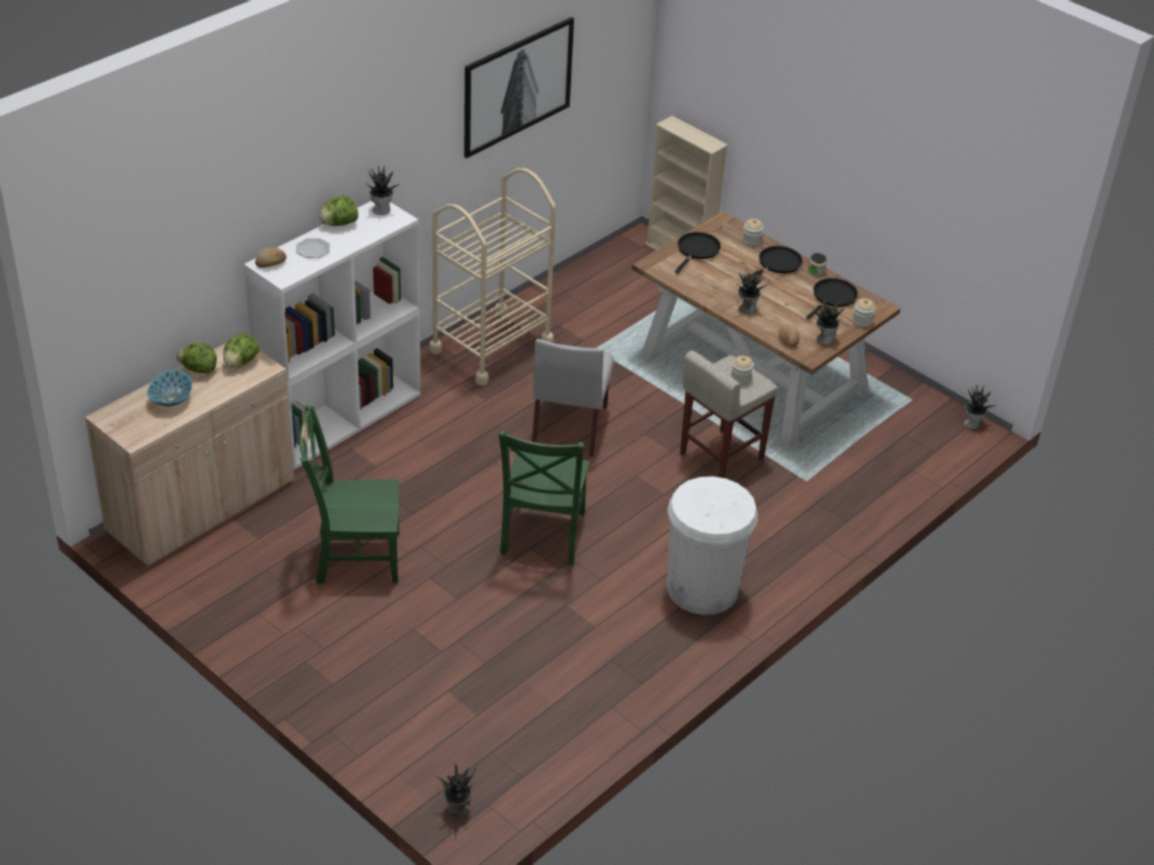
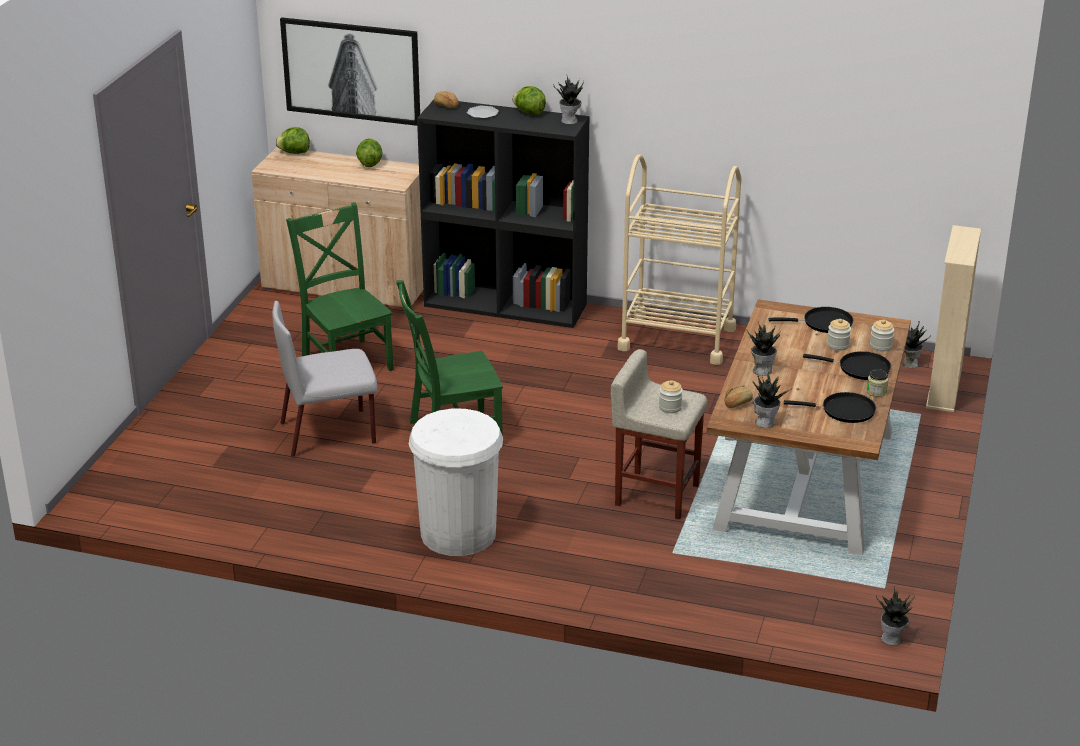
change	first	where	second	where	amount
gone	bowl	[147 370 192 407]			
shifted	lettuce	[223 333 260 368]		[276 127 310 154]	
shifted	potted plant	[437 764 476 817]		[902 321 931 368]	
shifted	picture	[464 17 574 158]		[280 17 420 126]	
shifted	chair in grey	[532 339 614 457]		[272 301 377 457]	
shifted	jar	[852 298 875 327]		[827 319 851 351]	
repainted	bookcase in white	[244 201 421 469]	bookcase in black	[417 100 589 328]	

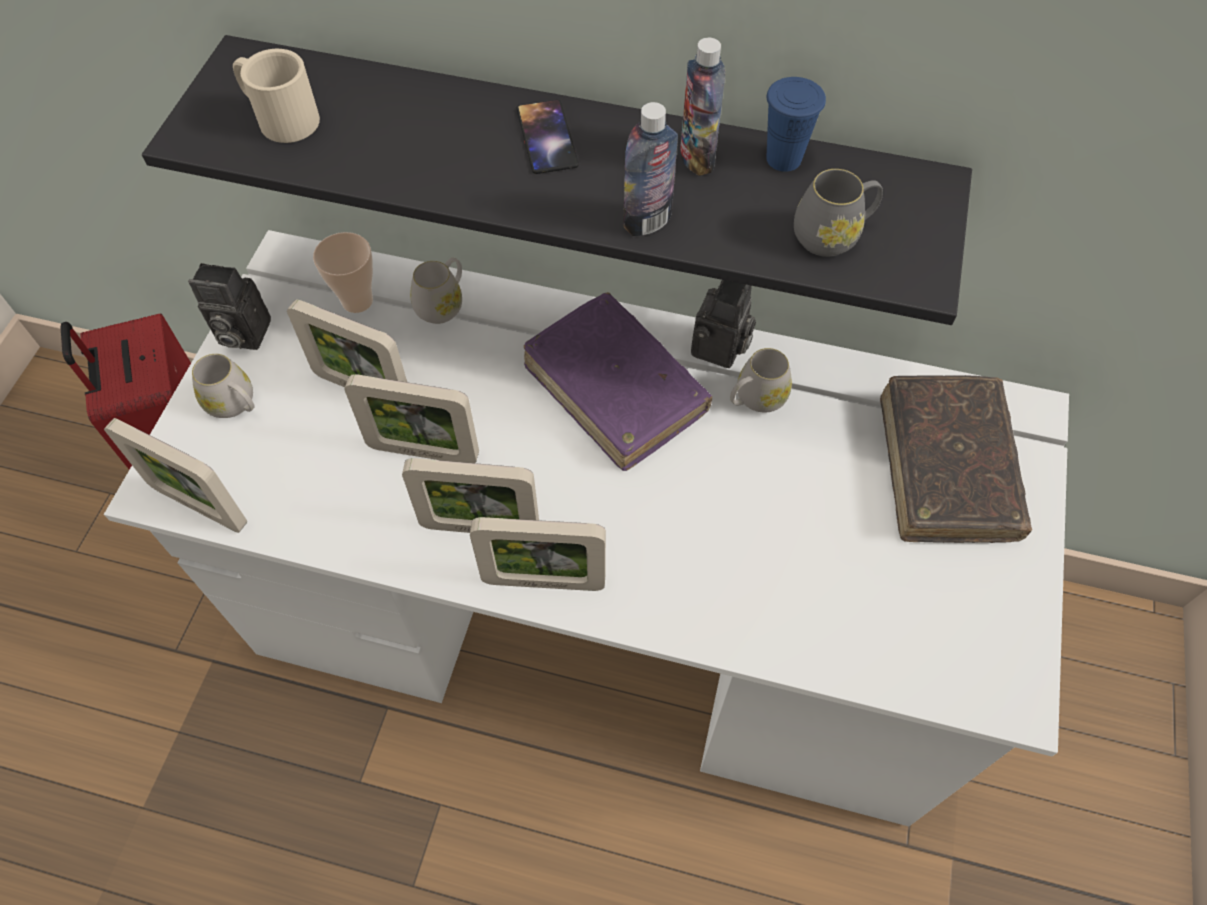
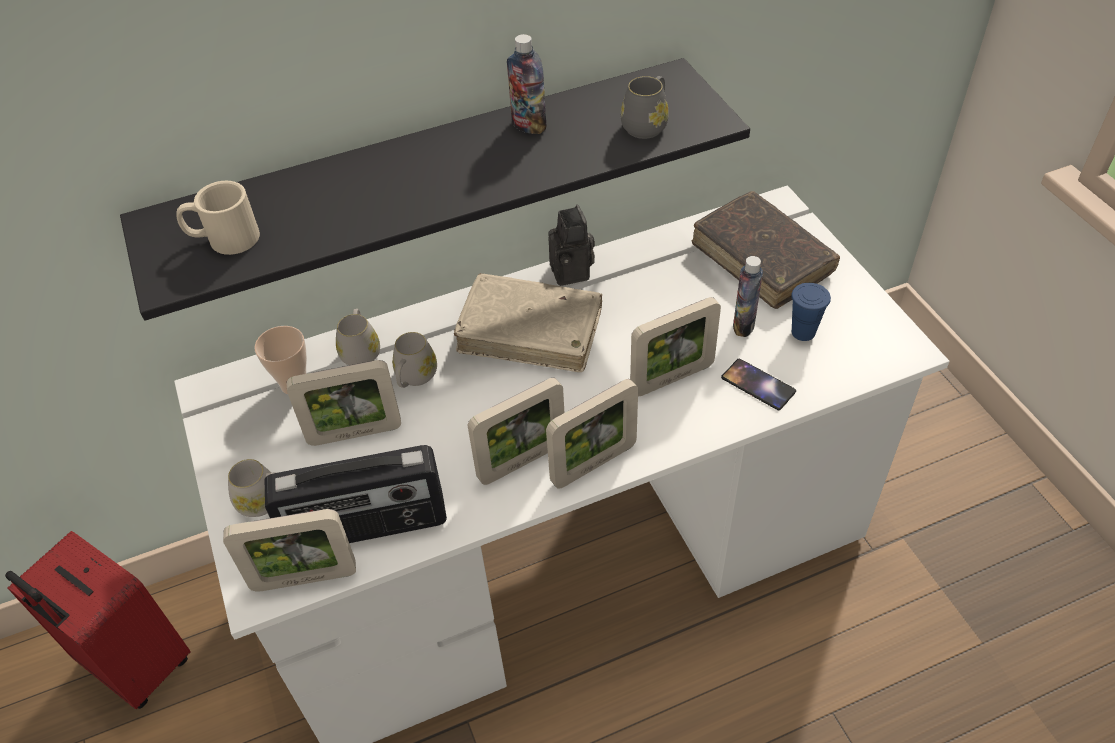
change	first	where	second	where	amount
gone	photo camera	[188 263 271 350]			
new			radio	[265 445 447 543]	
shifted	picture frame	[344 374 479 463]		[630 297 721 396]	
shifted	phone	[516 99 579 174]		[721 359 796 410]	
shifted	bottle	[623 102 678 236]		[733 256 763 337]	
shifted	mug in white	[730 348 792 413]		[393 332 437 388]	
shifted	cup in blue	[766 77 826 172]		[791 283 831 341]	
repainted	book in purple	[524 292 712 471]	book in beige	[454 273 602 372]	

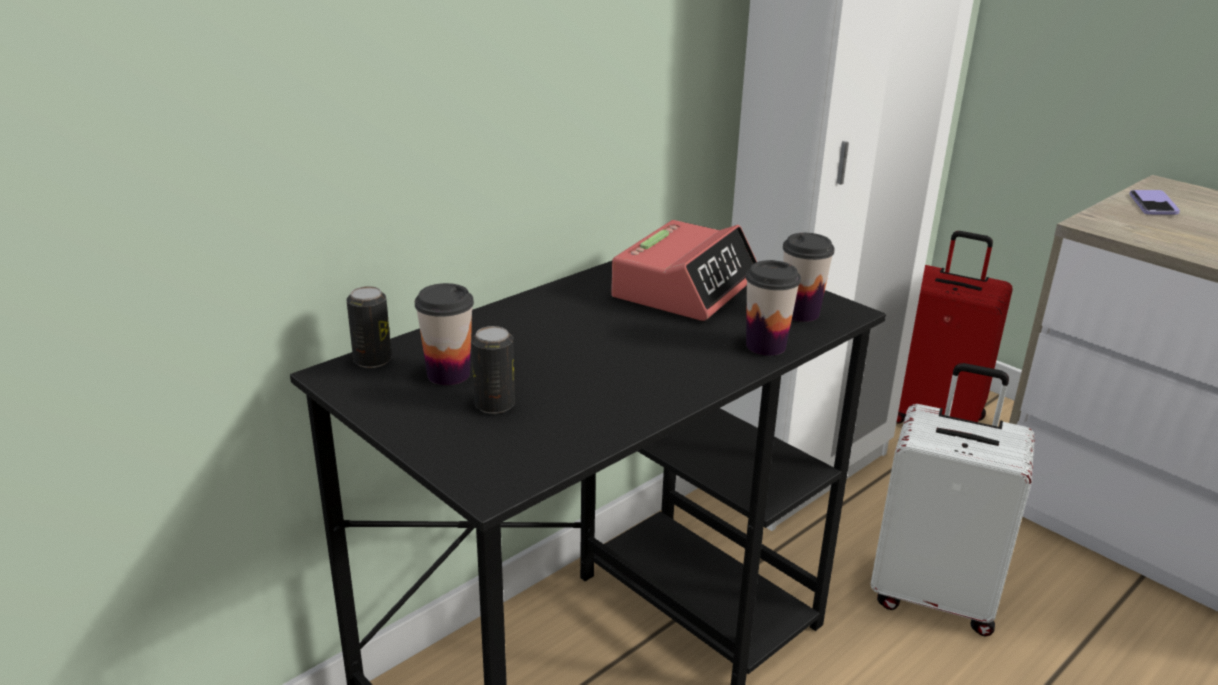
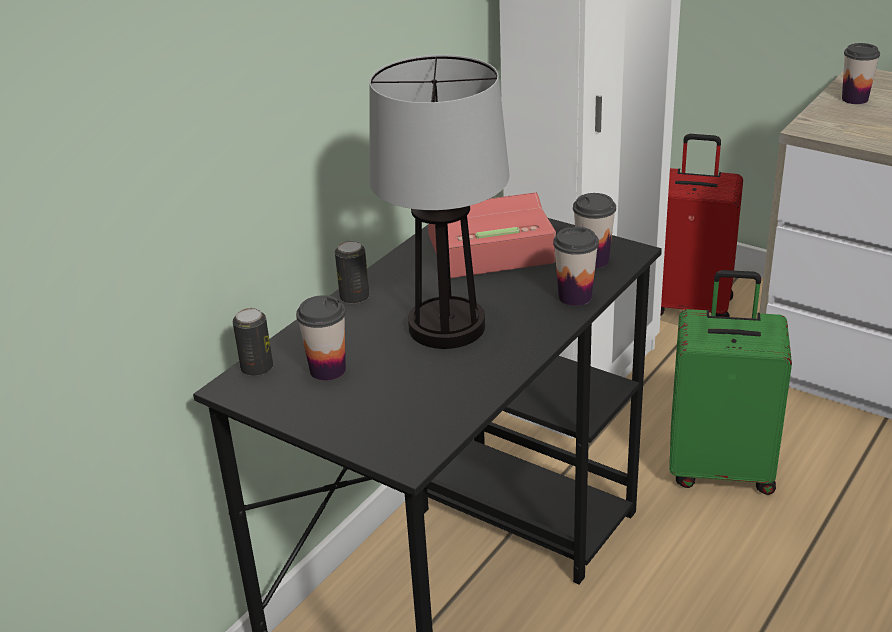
change	first	where	second	where	amount
new			table lamp	[369 55 510 349]	
shifted	can	[471 326 515 414]		[335 241 369 304]	
swapped	phone	[1129 190 1180 215]	cup	[842 43 880 104]	
repainted	suitcase in white	[871 363 1035 637]	suitcase in green	[669 270 792 495]	
rotated	alarm clock	[611 220 757 321]		[428 192 556 278]	120 degrees counterclockwise

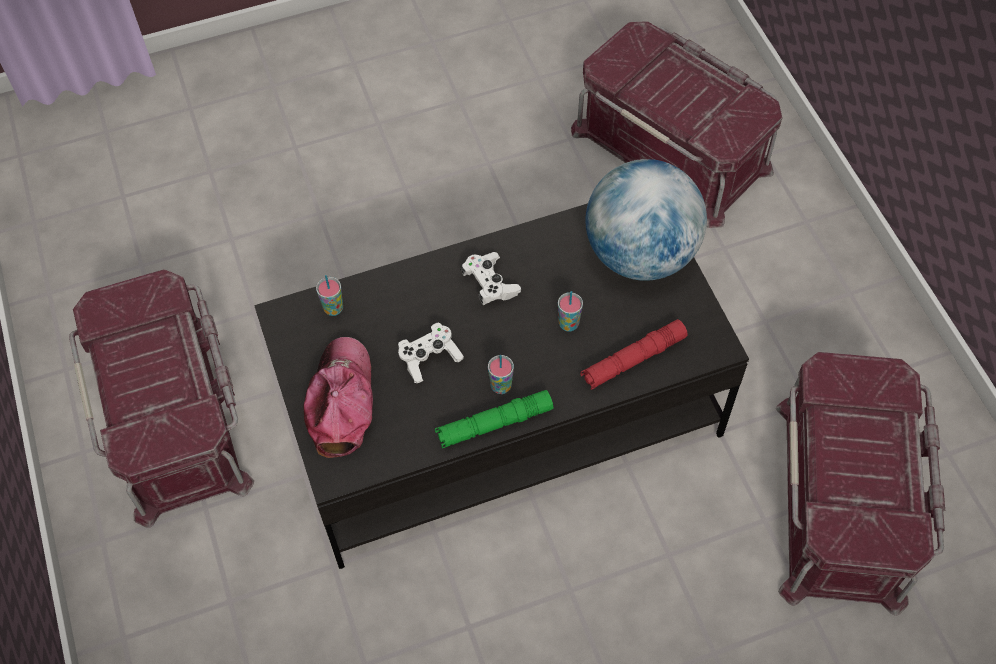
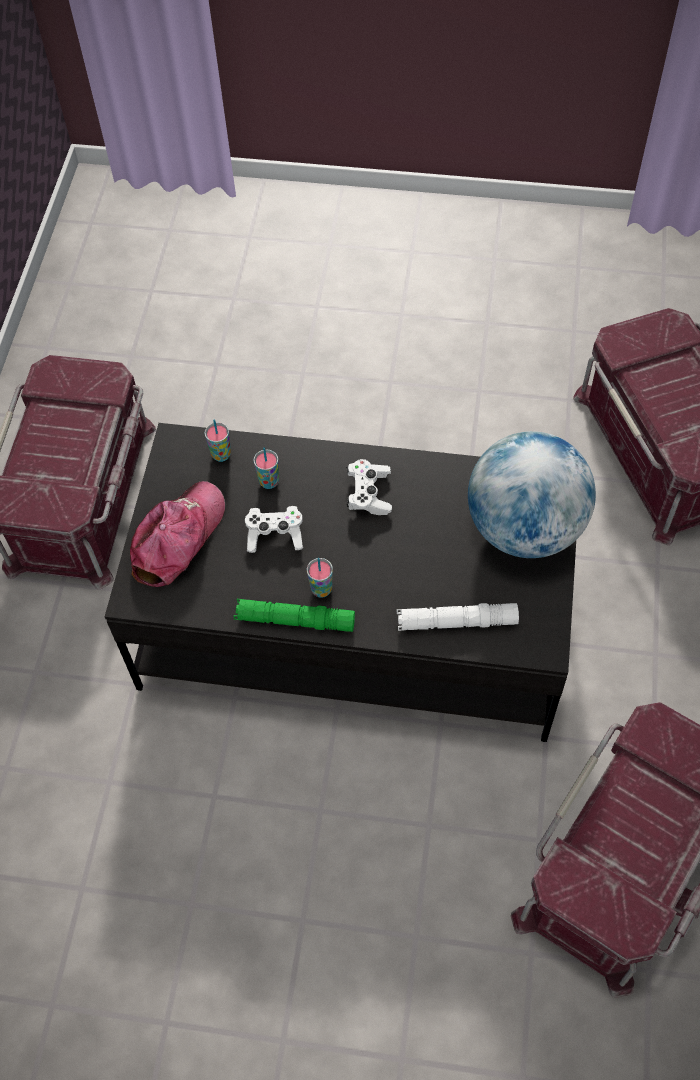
change	first	where	second	where	amount
shifted	cup	[558 291 583 332]		[253 447 279 489]	
repainted	flashlight in red	[580 319 688 390]	flashlight in white	[397 603 519 631]	

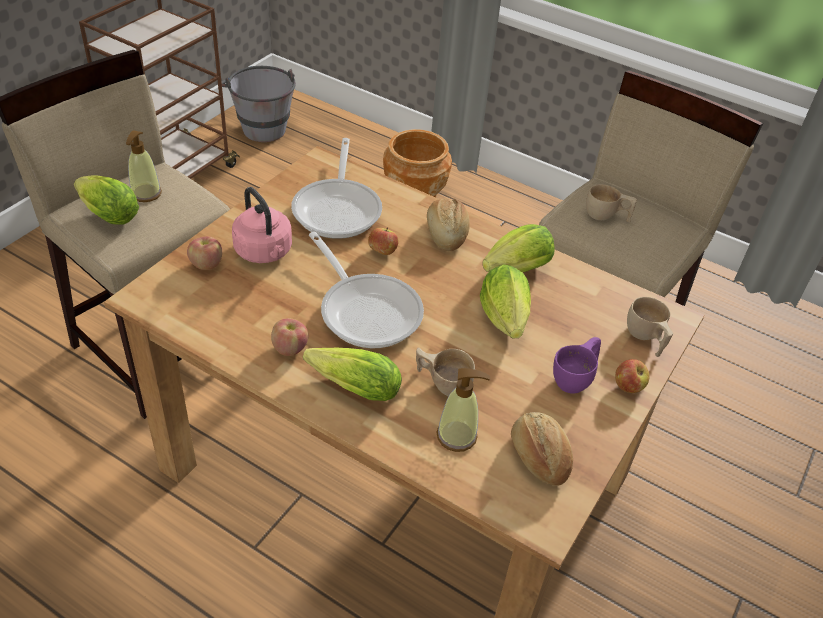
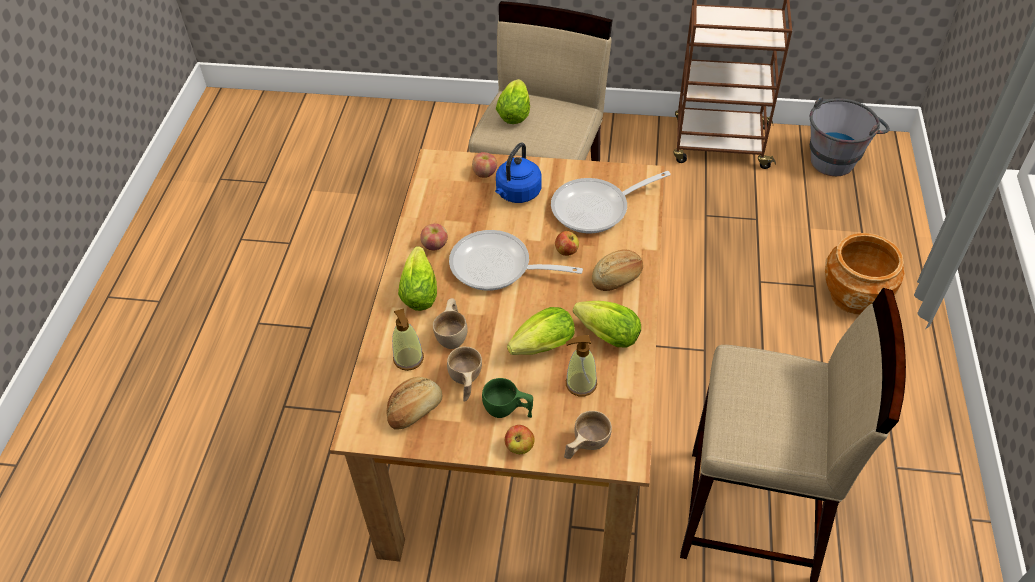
change	first	where	second	where	amount
shifted	soap dispenser	[126 130 162 202]		[566 335 597 396]	
shifted	cup in beige	[586 184 637 222]		[447 347 482 402]	
repainted	kettle in pink	[232 187 292 263]	kettle in blue	[495 143 542 203]	
repainted	cup in purple	[553 337 601 394]	cup in green	[482 378 533 418]	
rotated	frying pan	[309 232 424 348]		[449 230 583 291]	75 degrees clockwise

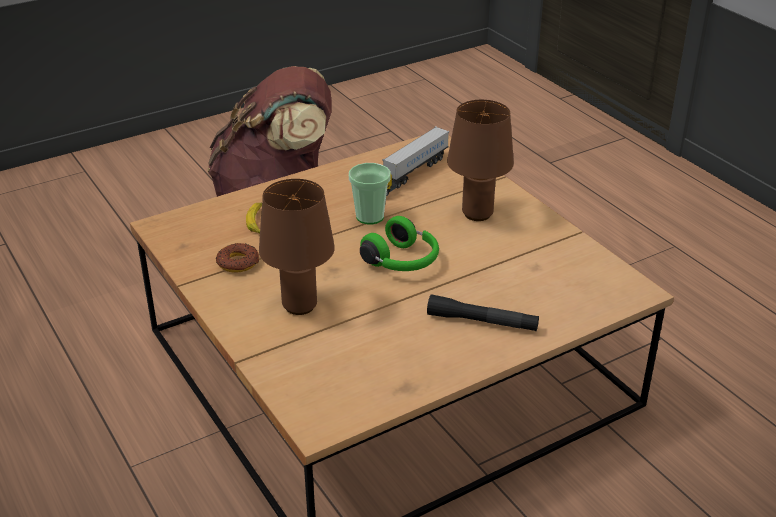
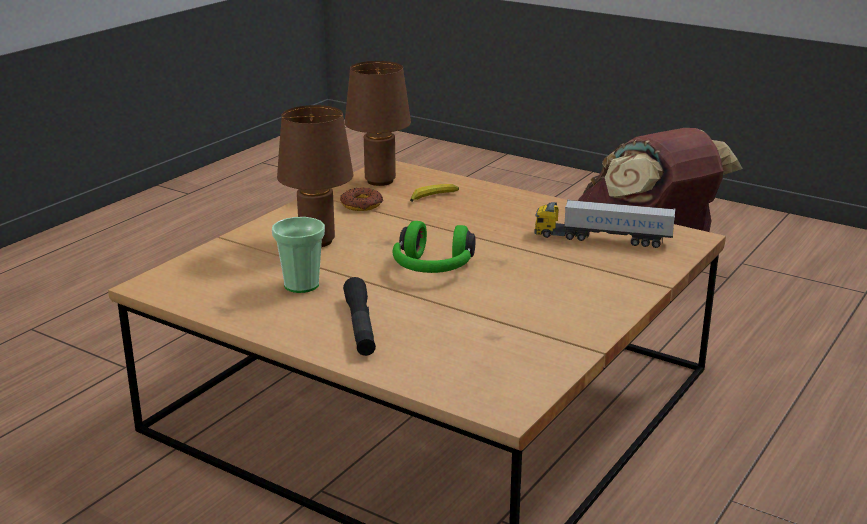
change	first	where	second	where	amount
shifted	cup	[349 163 391 224]		[272 217 325 293]	
shifted	table lamp in brown	[447 100 514 221]		[345 61 411 186]	

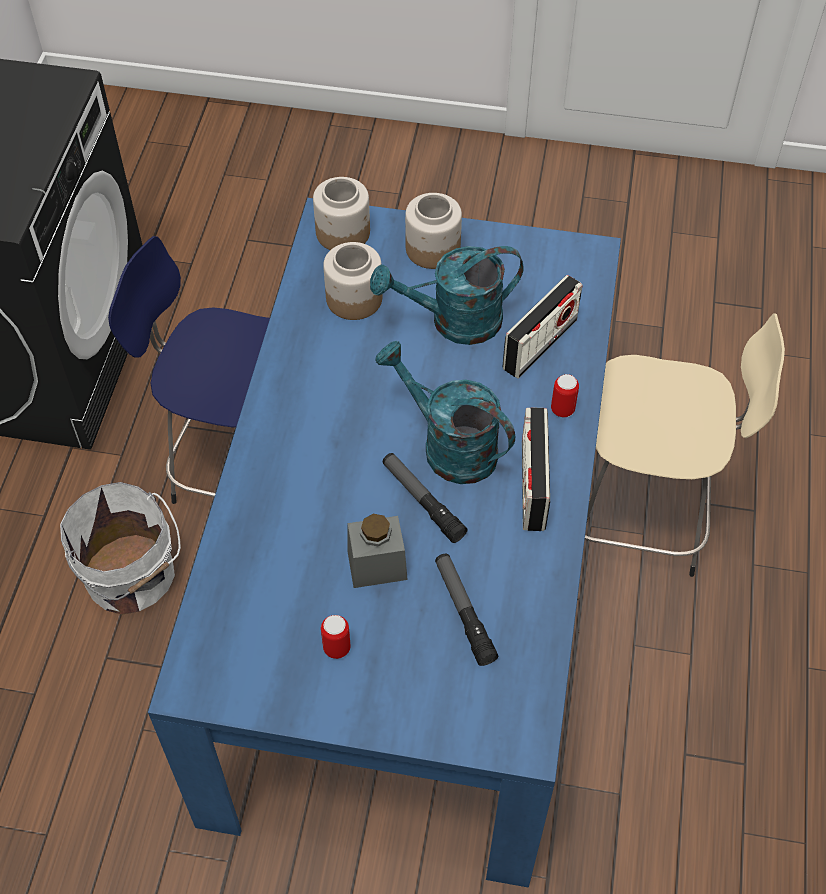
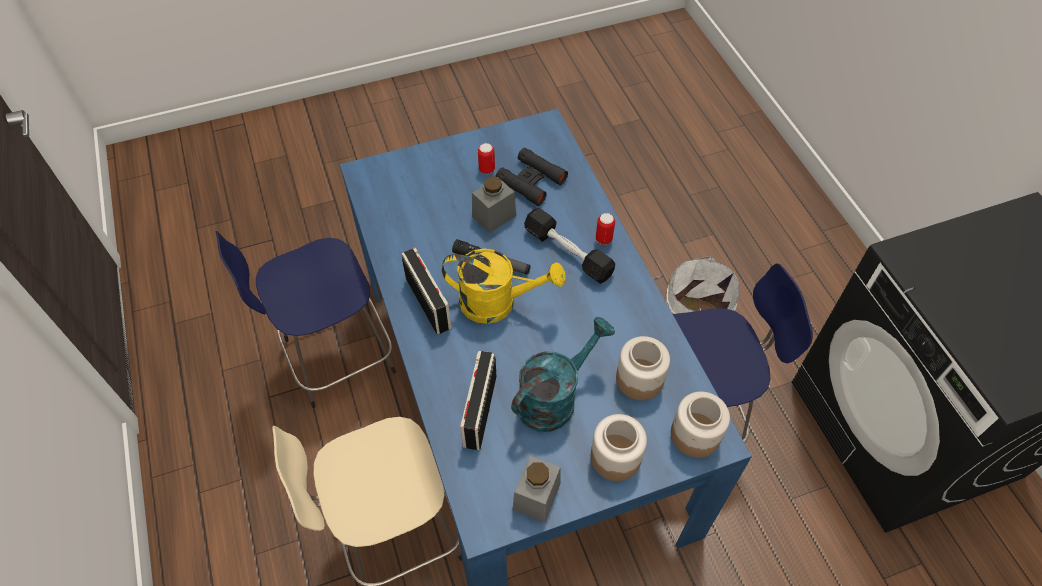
change	first	where	second	where	amount
gone	flashlight	[435 554 498 666]			
new			stool in blue	[216 231 396 408]	
new			binoculars in black	[496 148 568 206]	
new			jar in grey	[513 456 561 523]	
new			dumbbell in black	[524 208 615 284]	
shifted	can	[551 374 579 417]		[596 213 615 245]	
repainted	watering can in turquoise	[375 341 515 484]	watering can in yellow	[441 248 566 324]	

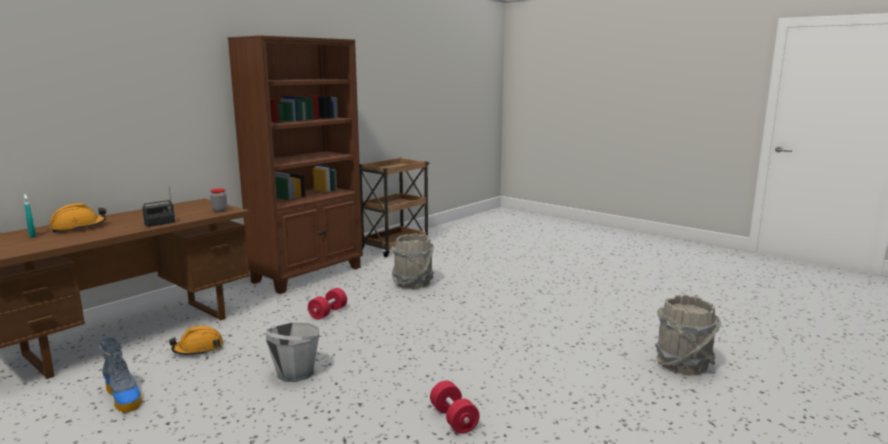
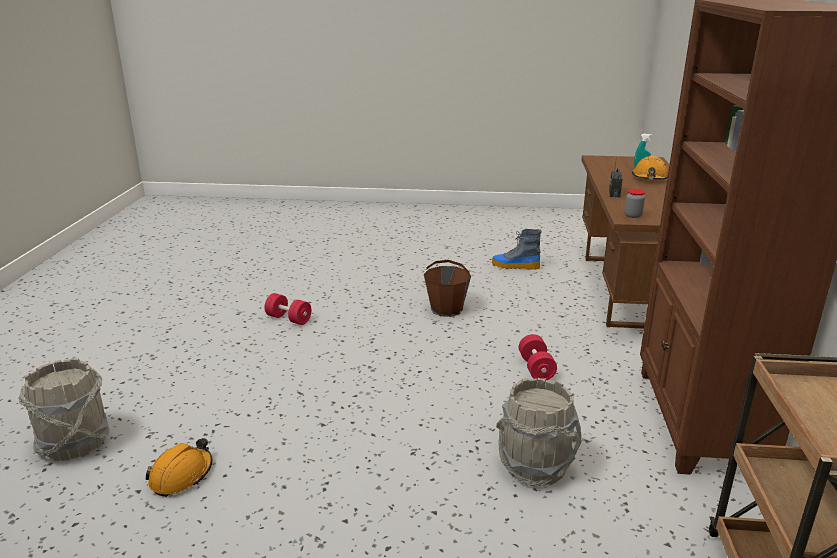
change	first	where	second	where	amount
shifted	hard hat in orange	[169 326 223 355]		[146 438 213 497]	
repainted	bucket in grey	[266 323 319 382]	bucket in brown	[424 260 471 317]	

